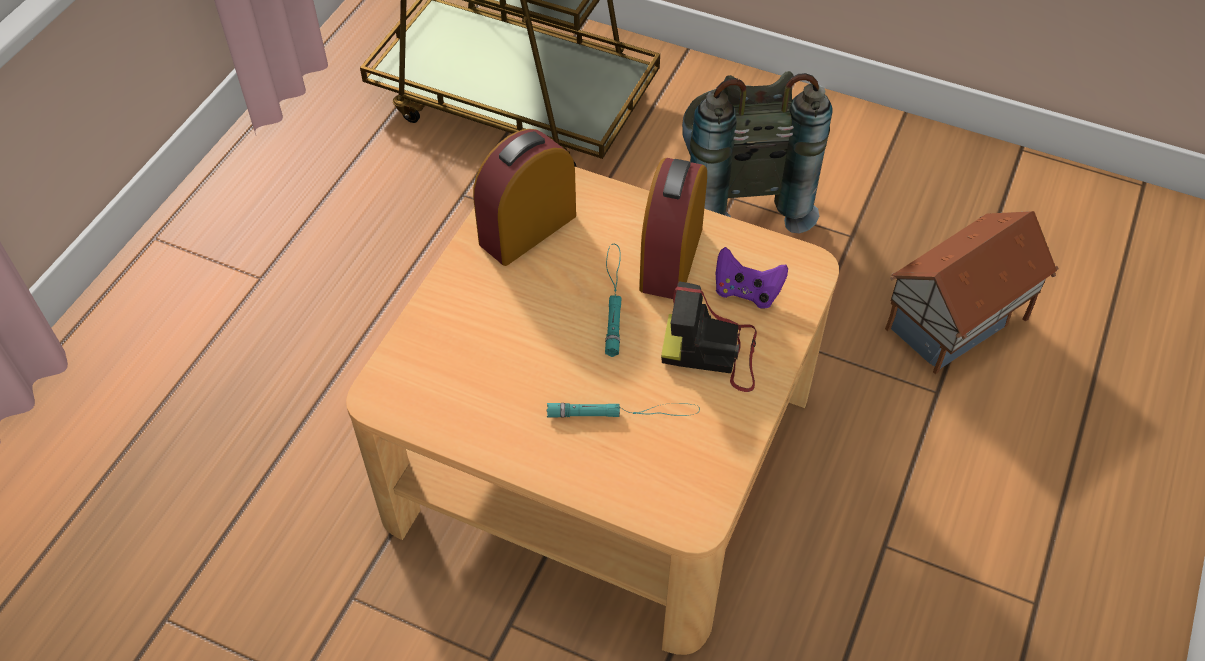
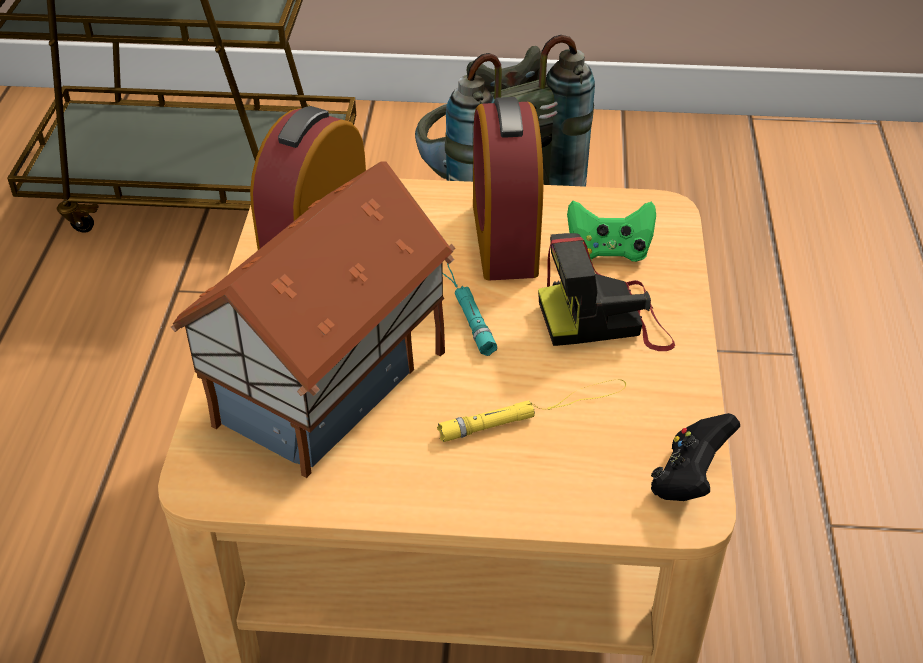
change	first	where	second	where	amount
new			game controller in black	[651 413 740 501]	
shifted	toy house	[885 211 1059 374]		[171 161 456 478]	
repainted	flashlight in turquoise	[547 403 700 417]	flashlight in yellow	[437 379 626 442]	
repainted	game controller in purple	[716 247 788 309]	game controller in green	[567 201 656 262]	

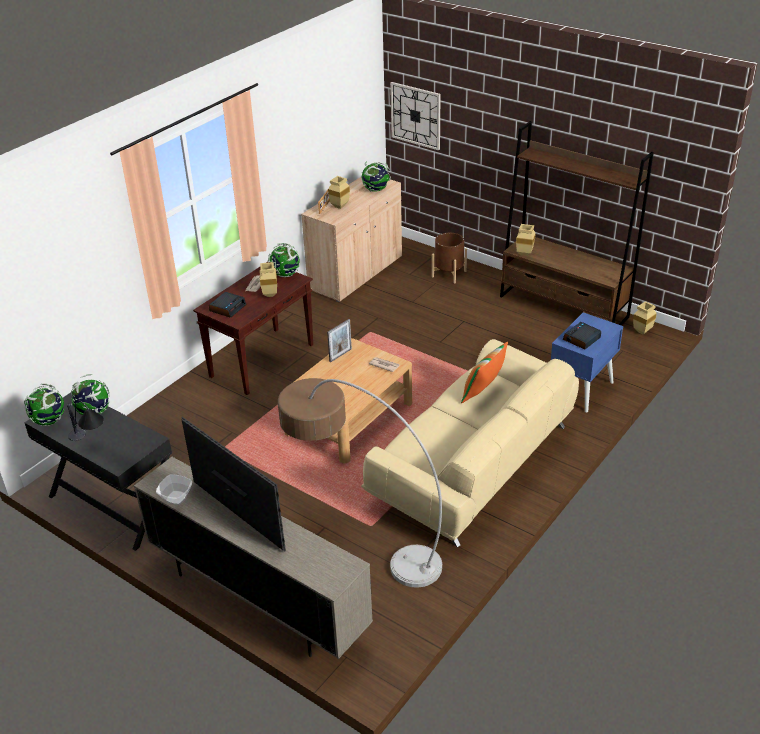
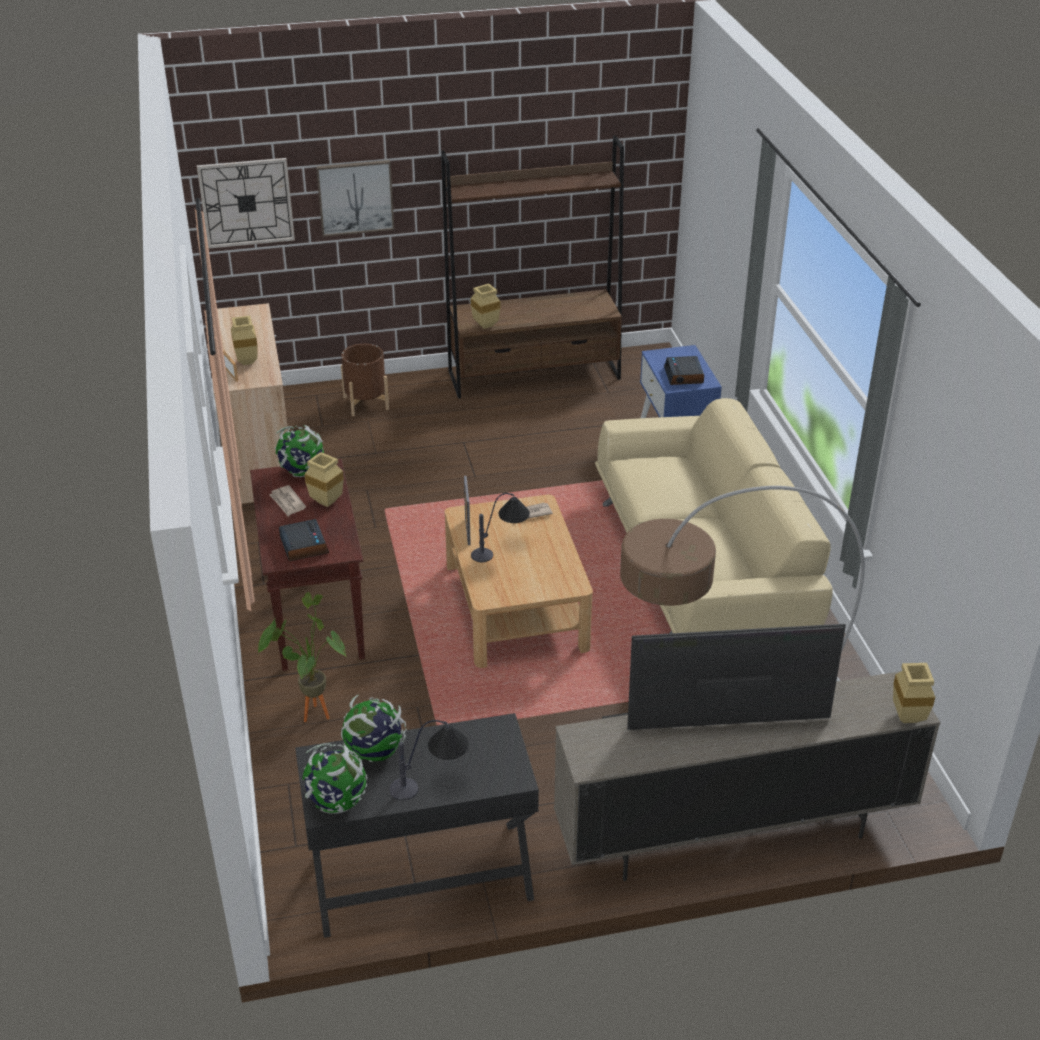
change	first	where	second	where	amount
gone	bowl	[156 475 192 505]			
gone	globe	[361 161 391 192]			
gone	pillow	[461 342 508 403]			
new			potted plant	[258 592 346 722]	
new			picture	[316 160 394 237]	
new			table lamp	[471 493 530 562]	
shifted	vase in beige	[633 301 657 334]		[893 663 935 723]	

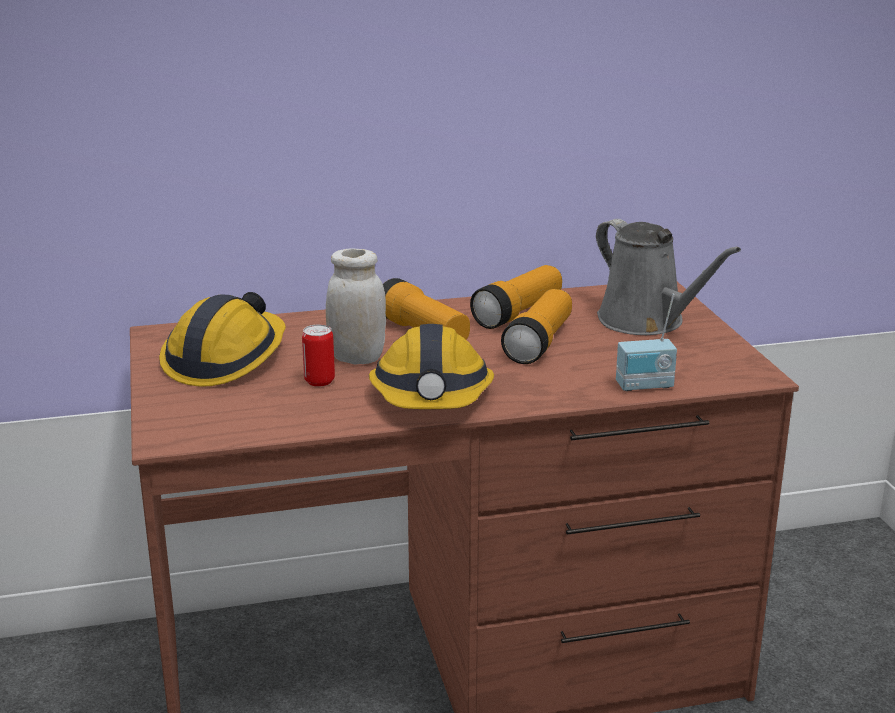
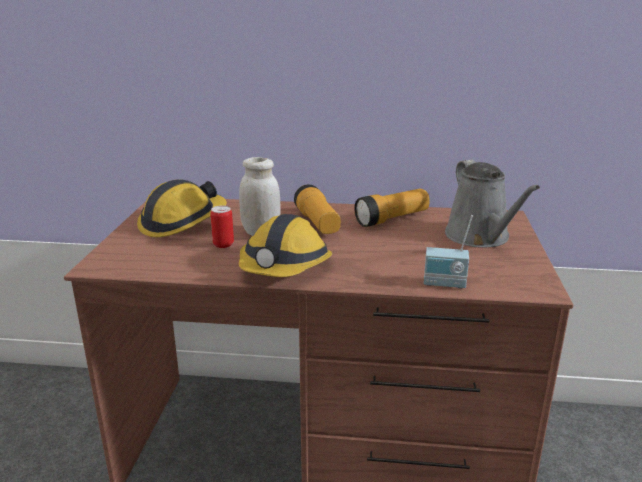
change	first	where	second	where	amount
gone	flashlight	[501 289 572 364]			

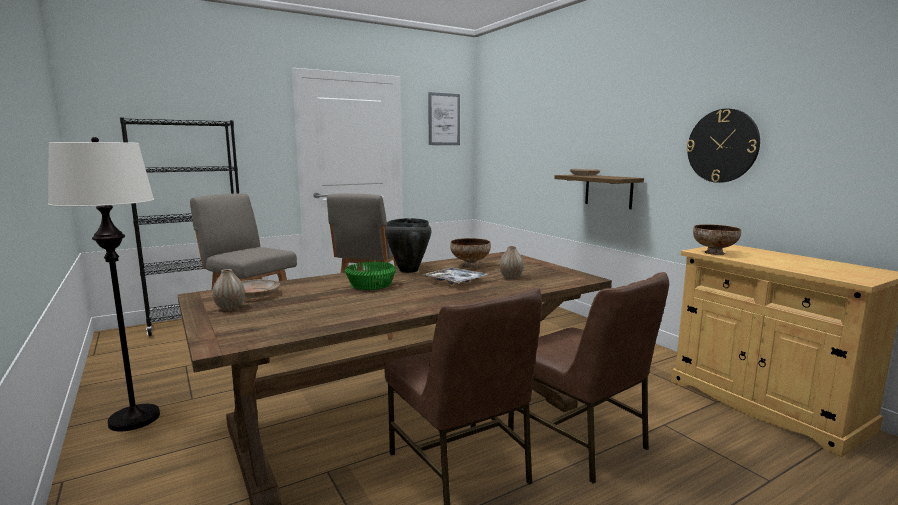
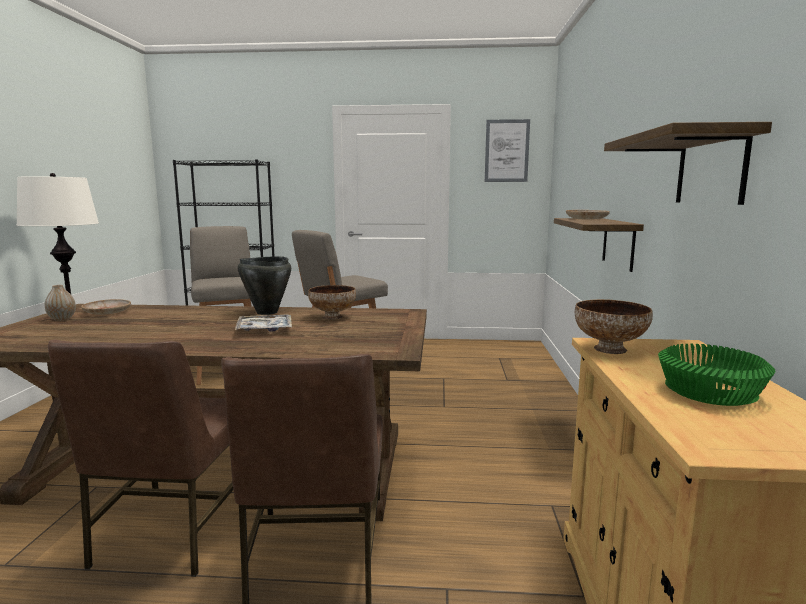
change	first	where	second	where	amount
gone	vase	[499 246 524 279]			
shifted	bowl in green	[345 261 397 290]		[658 344 776 406]	
swapped	wall clock	[686 109 760 183]	shelf	[604 122 772 205]	

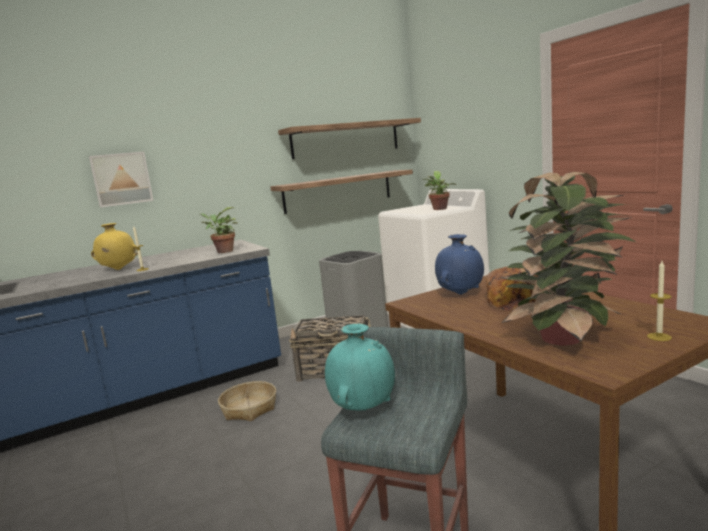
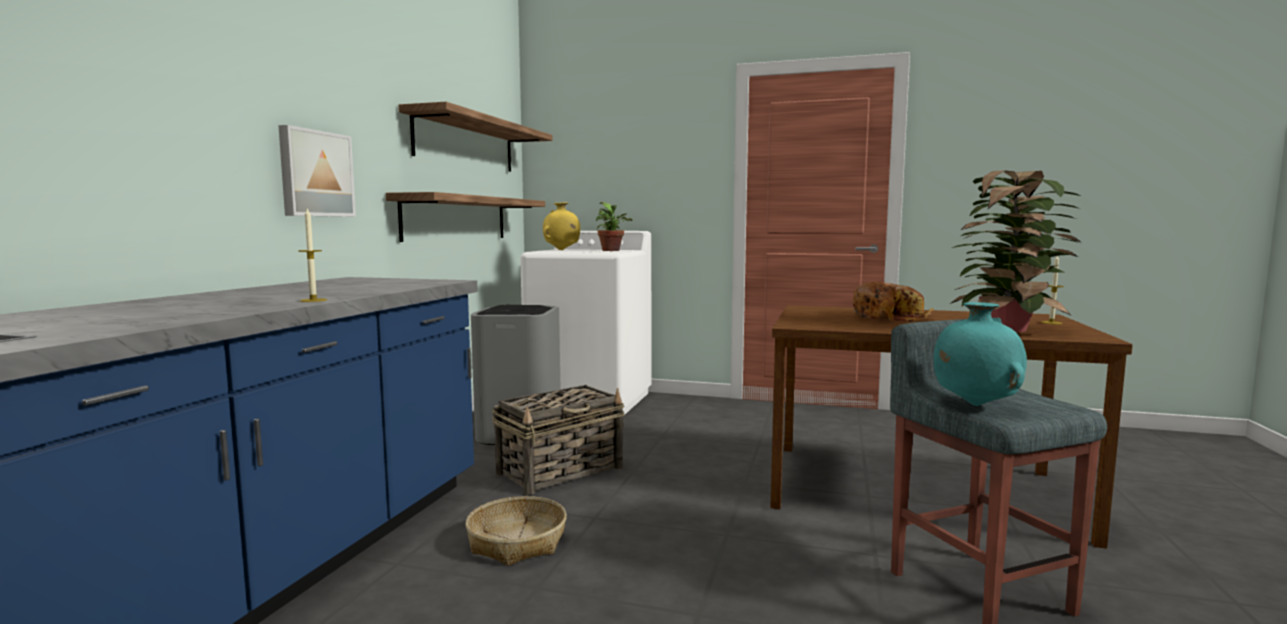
change	first	where	second	where	amount
gone	potted plant	[201 207 238 253]			
gone	vase in blue	[435 234 484 295]			
shifted	picture	[89 152 154 208]		[278 125 356 217]	
shifted	vase in yellow	[91 223 138 270]		[543 202 580 250]	

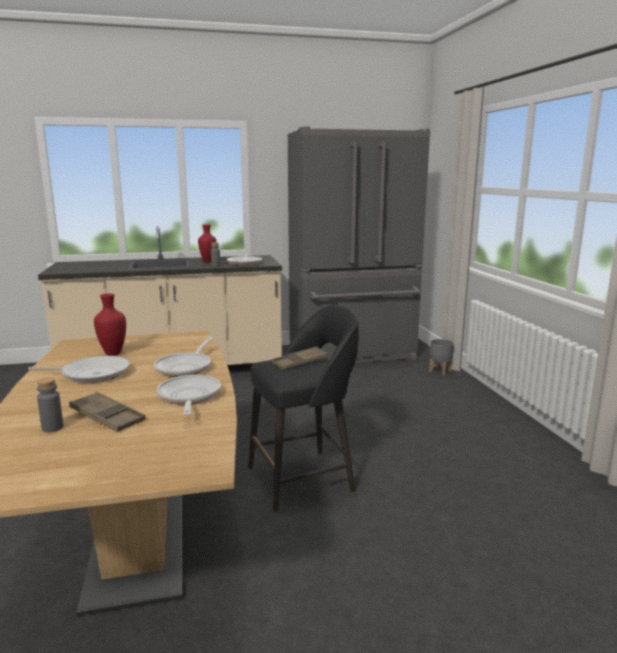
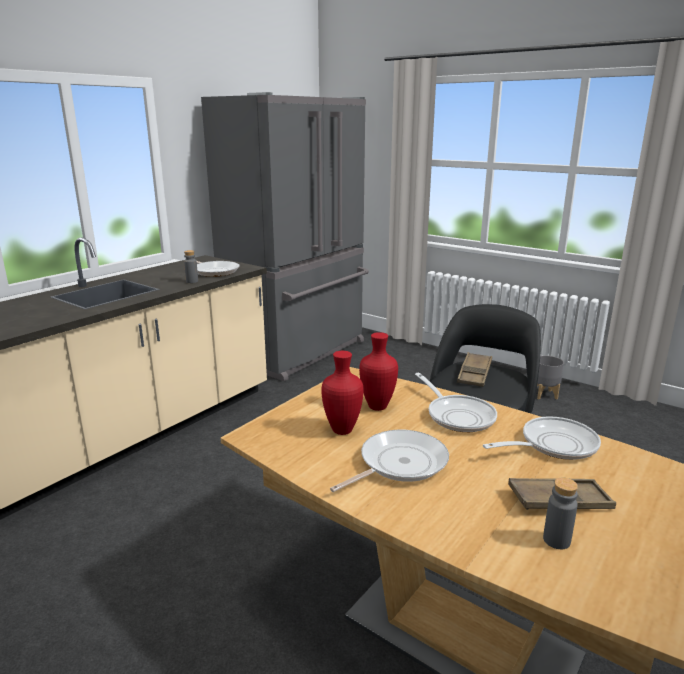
change	first	where	second	where	amount
shifted	vase in red	[198 224 217 262]		[359 332 398 411]	
shifted	planter in grey	[429 339 454 376]		[537 355 564 400]	
rotated	frying pan	[157 375 221 416]		[483 416 601 460]	120 degrees clockwise

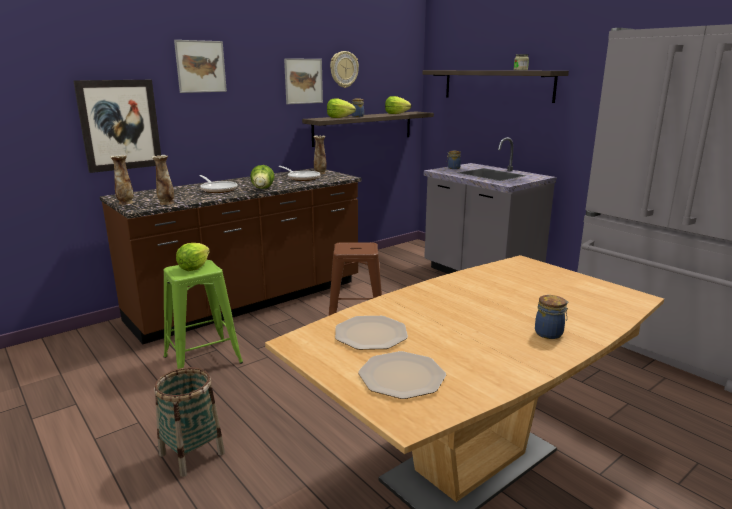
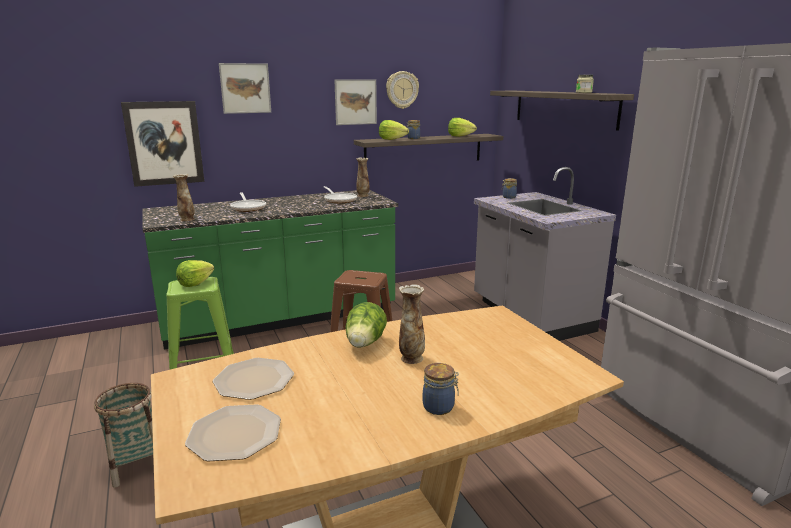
change	first	where	second	where	amount
shifted	vase	[110 155 134 205]		[399 284 425 364]	
shifted	lettuce	[250 165 274 189]		[345 302 387 348]	
repainted	counter in brown	[100 168 362 344]	counter in green	[142 189 398 350]	

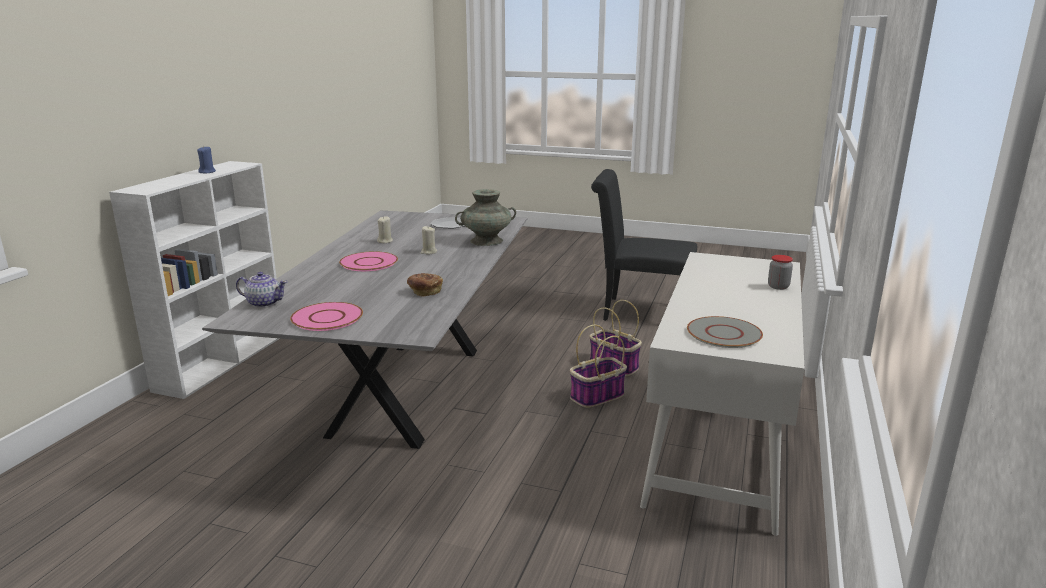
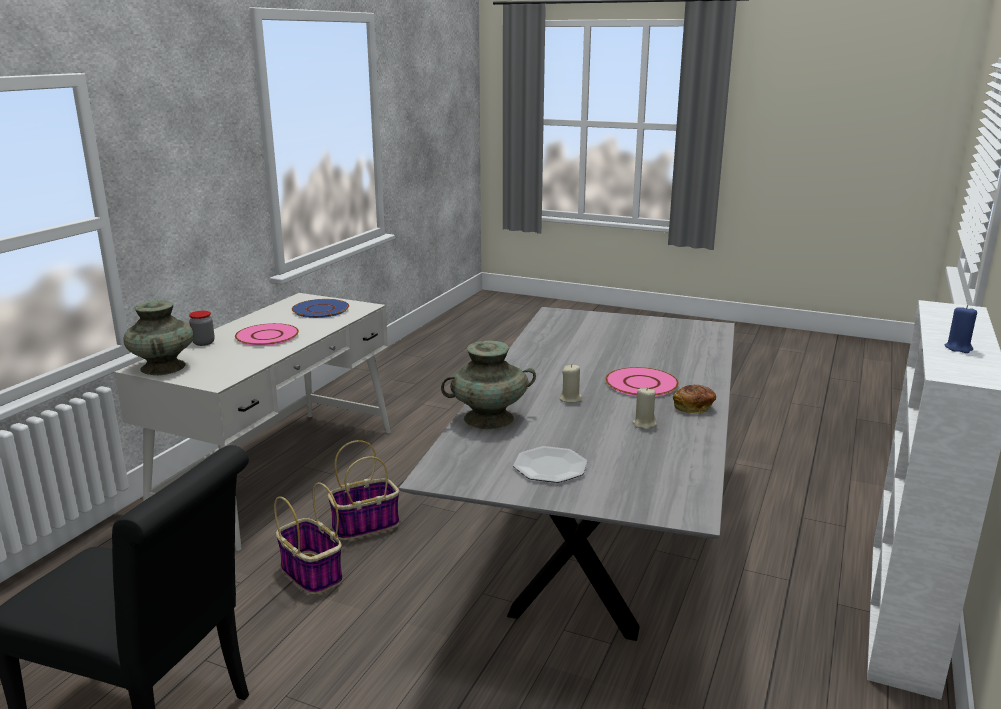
change	first	where	second	where	amount
gone	teapot	[236 272 287 308]			
new			vase in turquoise	[123 300 193 375]	
shifted	plate in pink	[290 302 363 331]		[235 323 299 346]	
shifted	bread	[407 273 443 296]		[673 385 716 414]	
repainted	plate in grey	[687 316 763 348]	plate in blue	[292 299 349 318]	

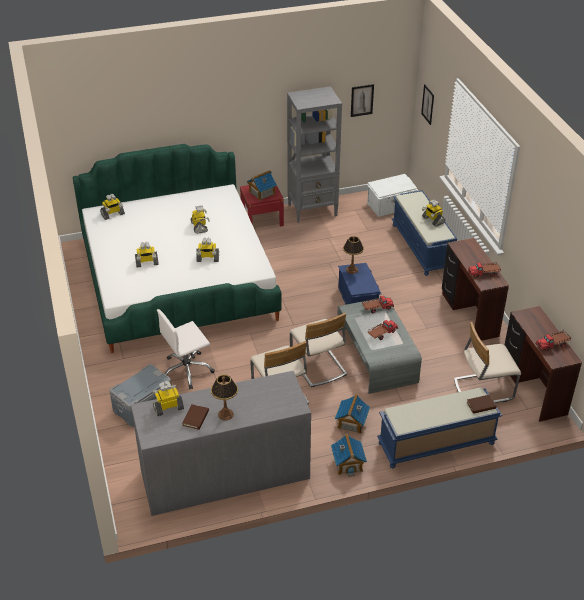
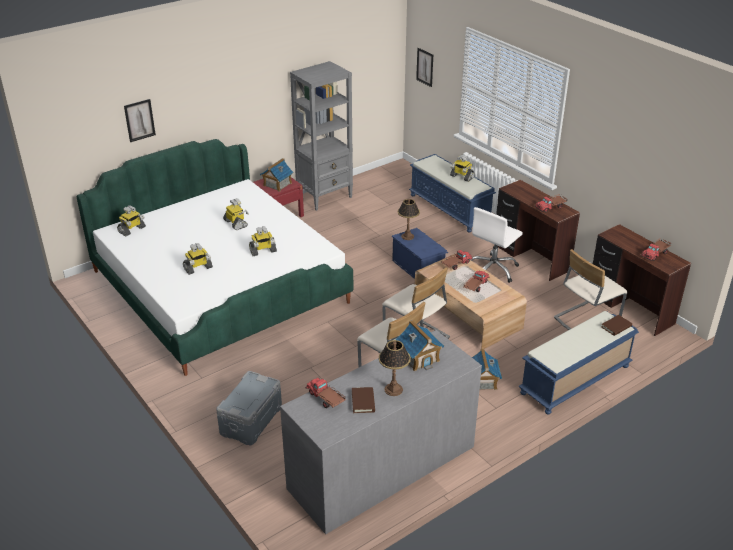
change	first	where	second	where	amount
gone	storage box in white	[367 174 418 217]			
shifted	office chair in white	[157 309 215 389]		[471 207 523 283]	
shifted	toy house	[331 433 367 477]		[396 320 444 371]	
shifted	picture	[351 84 374 117]		[124 99 156 142]	
swapped	toy robot	[153 381 184 416]	toy truck	[306 378 346 408]	
repainted	coffee table in grey	[337 297 422 394]	coffee table in brown	[415 253 527 349]	

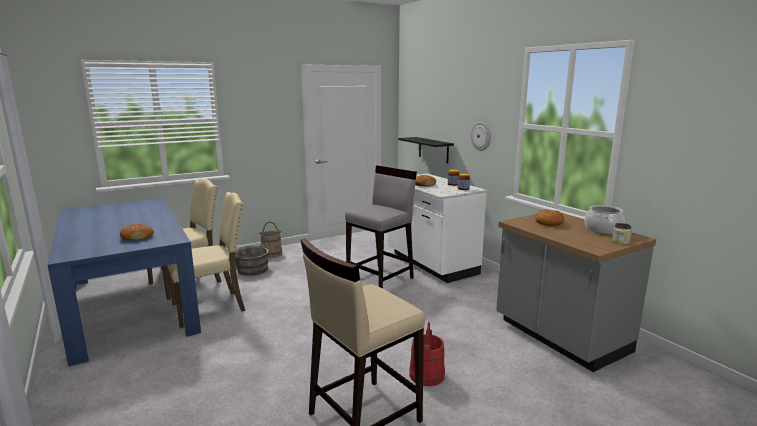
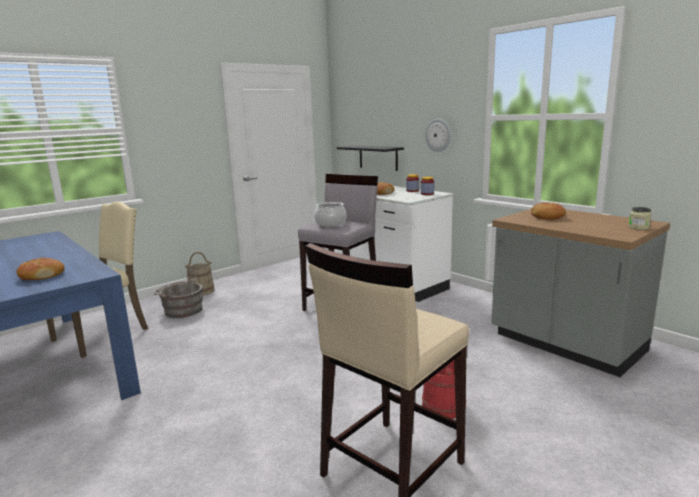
change	first	where	second	where	amount
gone	chair in beige	[167 192 246 328]			
shifted	cooking pot	[585 205 625 234]		[314 202 346 227]	

